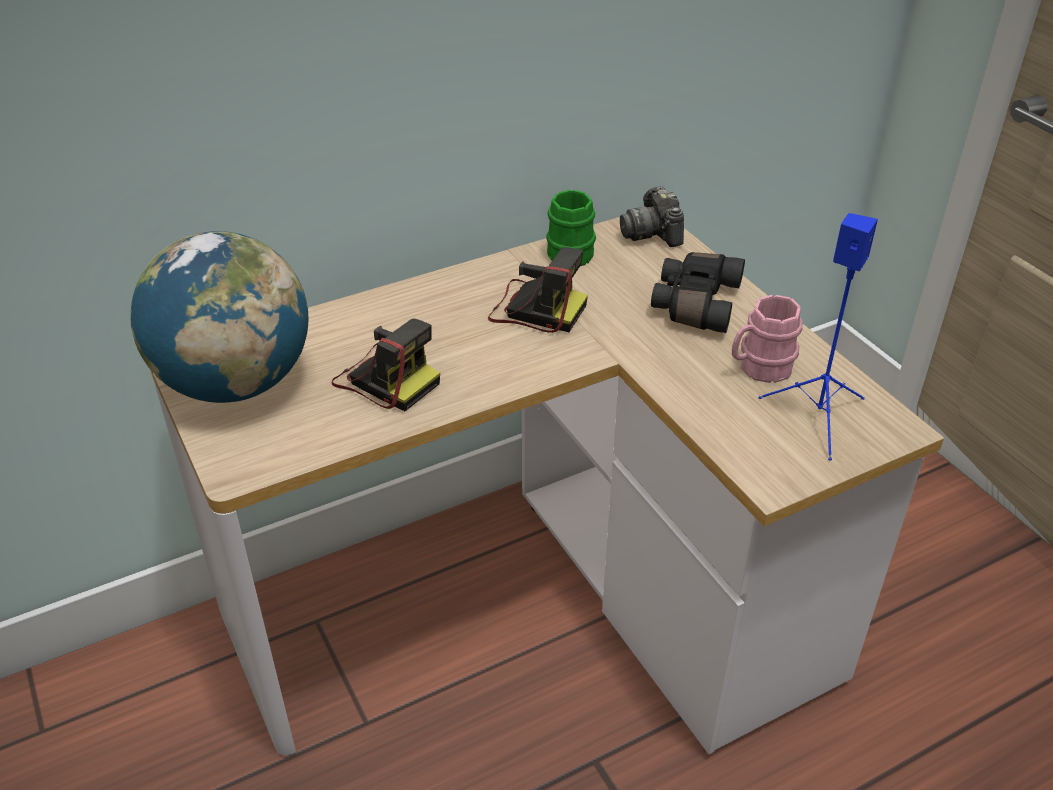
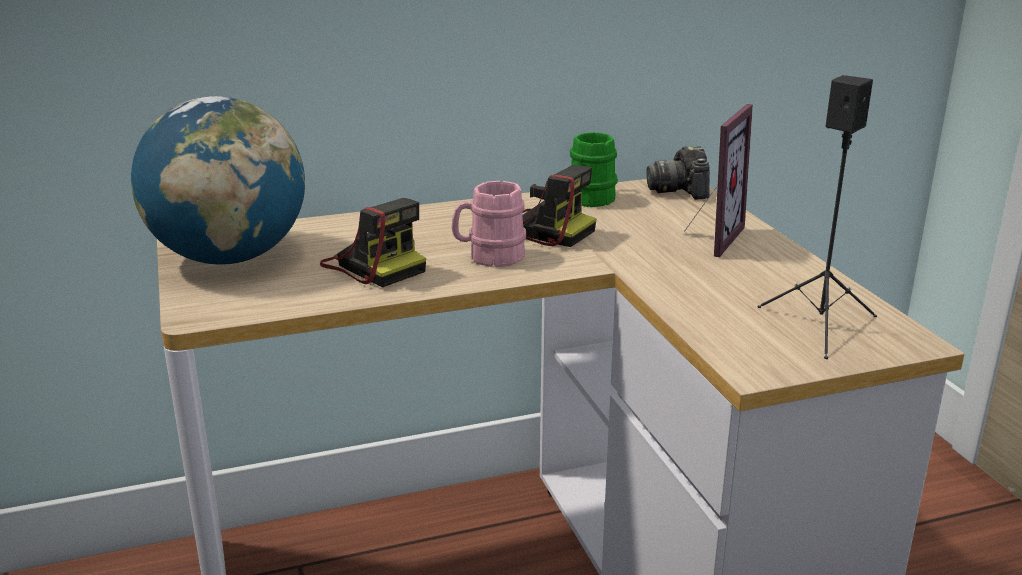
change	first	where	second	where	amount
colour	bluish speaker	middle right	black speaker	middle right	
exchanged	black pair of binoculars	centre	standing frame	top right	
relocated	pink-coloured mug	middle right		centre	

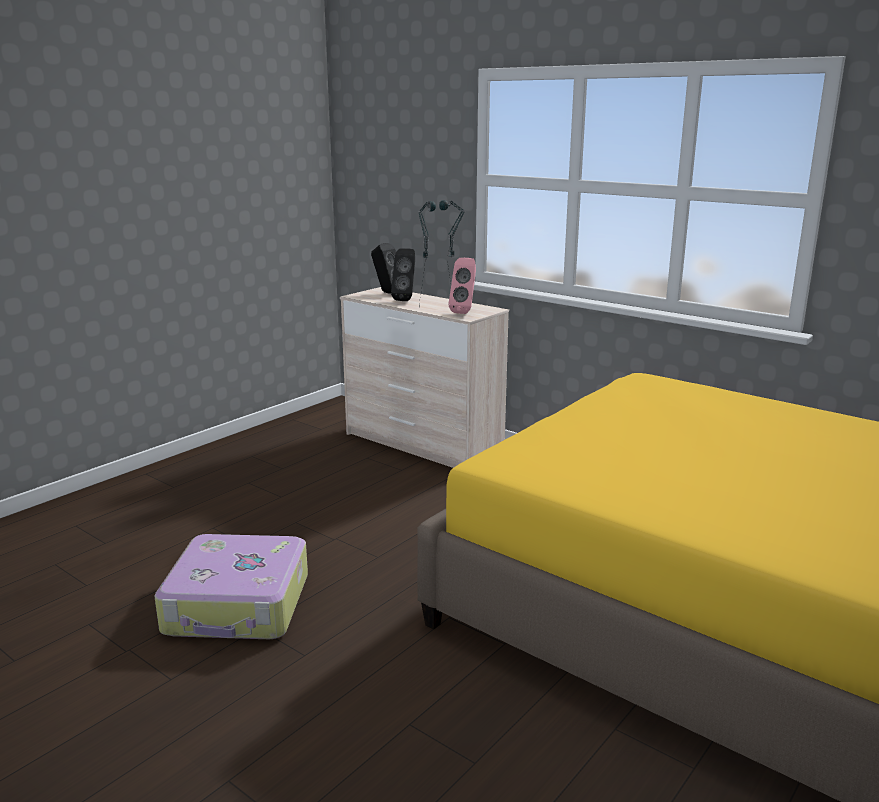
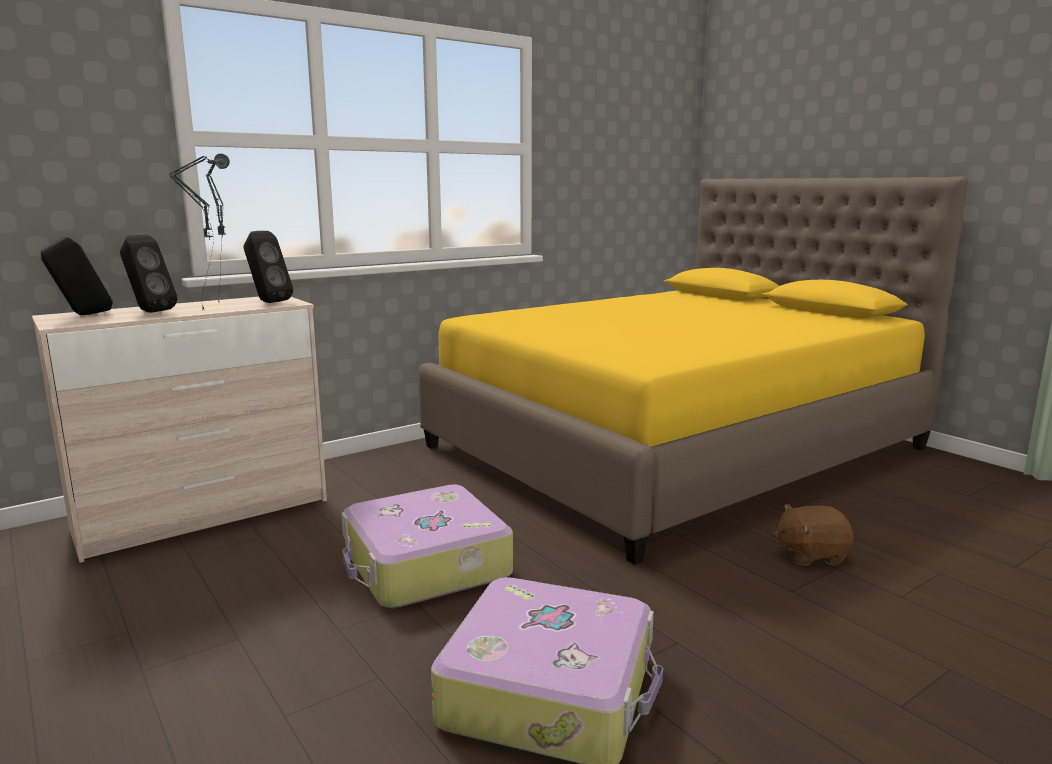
change	first	where	second	where	amount
colour	pink-coloured speaker	centre	black speaker (no. 3 from left)	middle left	
appeared			travel case (no. 1 from left)	bottom centre	
appeared			brown plush toy	bottom right	

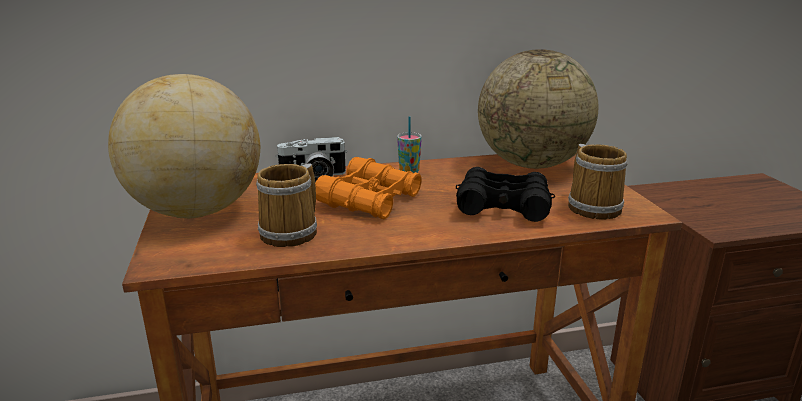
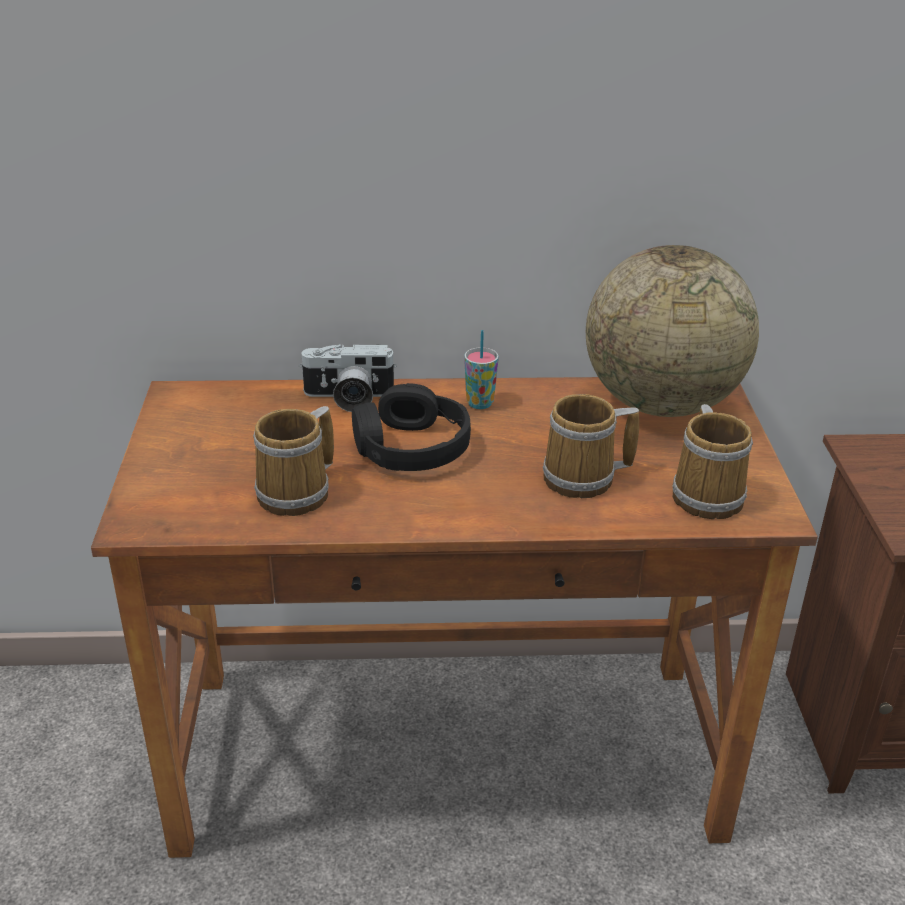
change	first	where	second	where	amount
missing	globe (no. 1 from left)	middle left			
exchanged	orangey pair of binoculars	centre	black headphones	centre	
exchanged	black pair of binoculars	centre	mug (no. 2 from left)	centre	

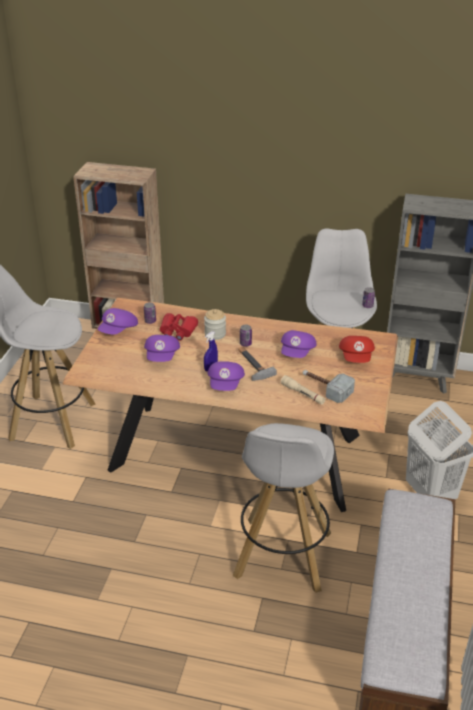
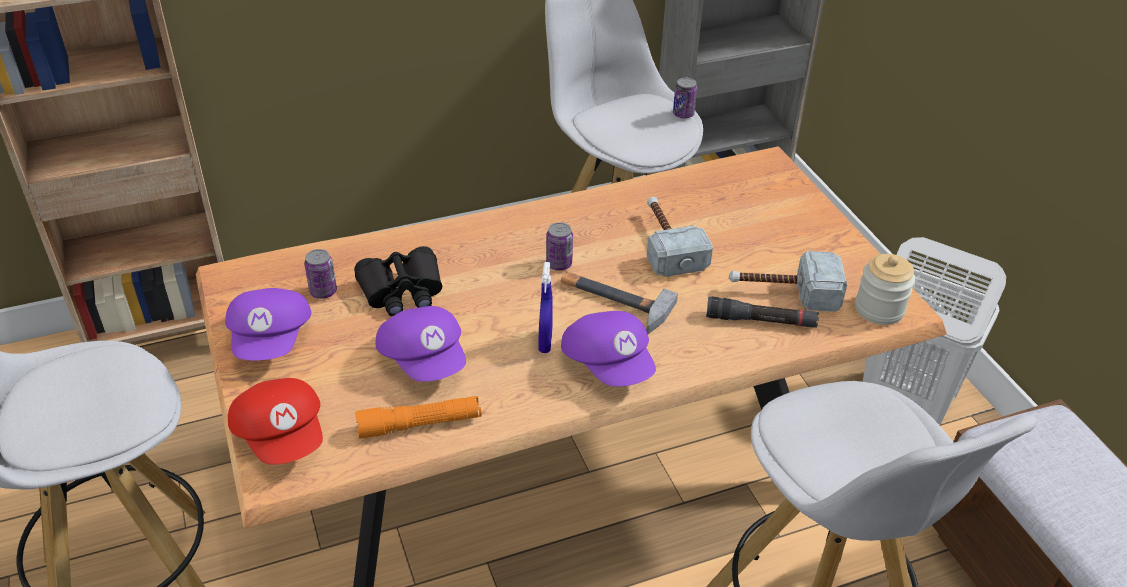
change	first	where	second	where	amount
relocated	jar	centre		middle right	
colour	reddish pair of binoculars	centre	black pair of binoculars	centre	
exchanged	purplish baseball cap (no. 4 from left)	centre	hand hammer (no. 2 from left)	centre	
relocated	reddish baseball cap	middle right		bottom left	
colour	beige hand torch	centre	black hand torch	middle right	
appeared			orangey hand torch	bottom centre	

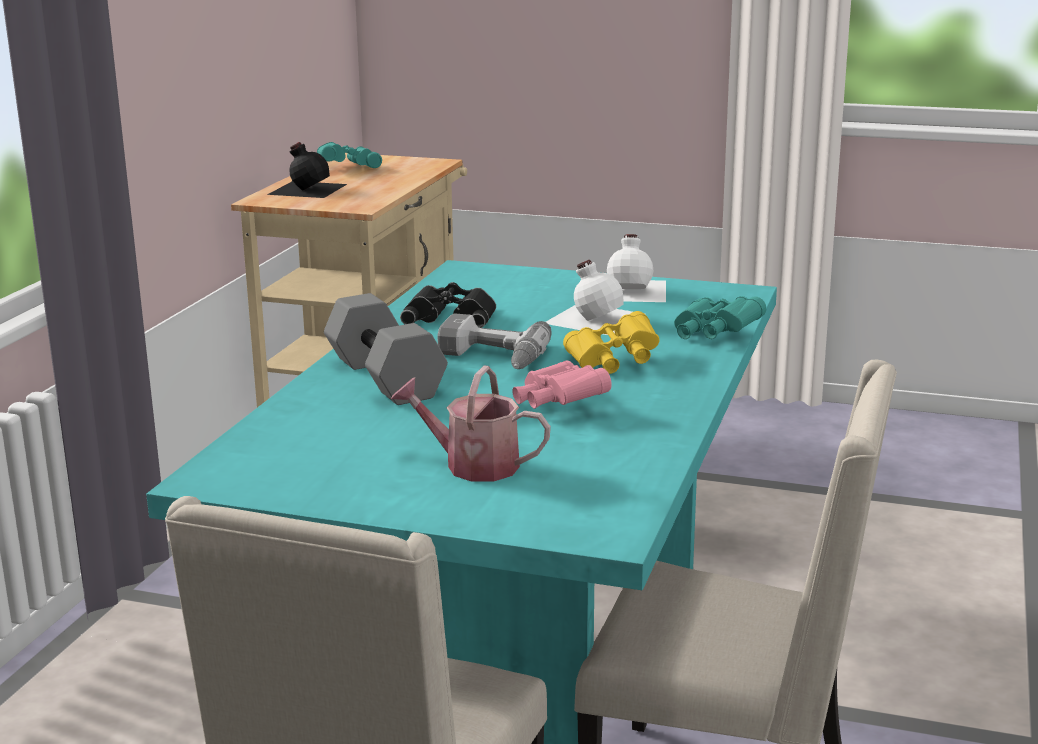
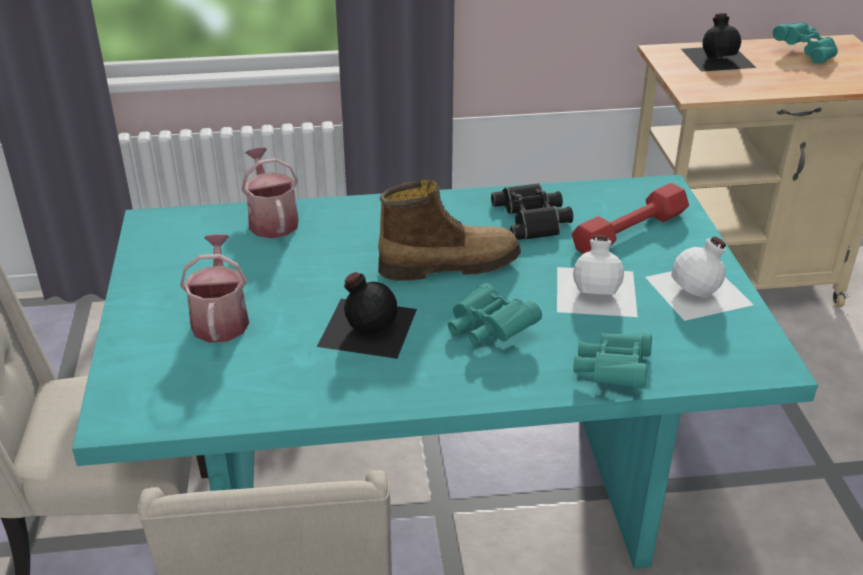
change	first	where	second	where	amount
missing	greyish hand weight	centre			
colour	yellowish pair of binoculars	centre	turquoise pair of binoculars (no. 1 from left)	centre	
exchanged	power drill	centre	boot	centre	
exchanged	pink-coloured pair of binoculars	centre	black bottle (no. 1 from left)	centre	
appeared			sprinkling can (no. 2 from left)	middle left	
appeared			reddish hand weight	middle right	

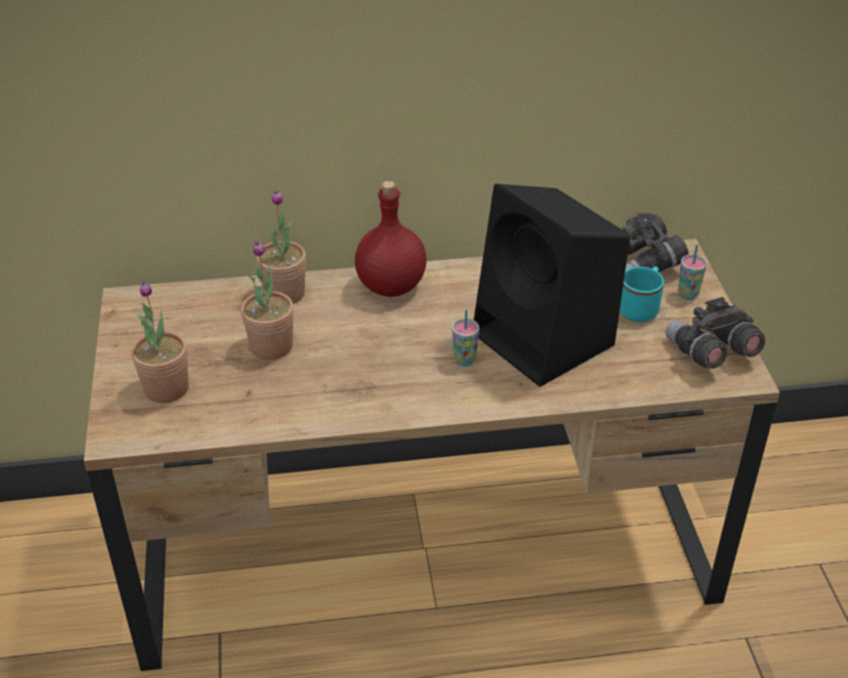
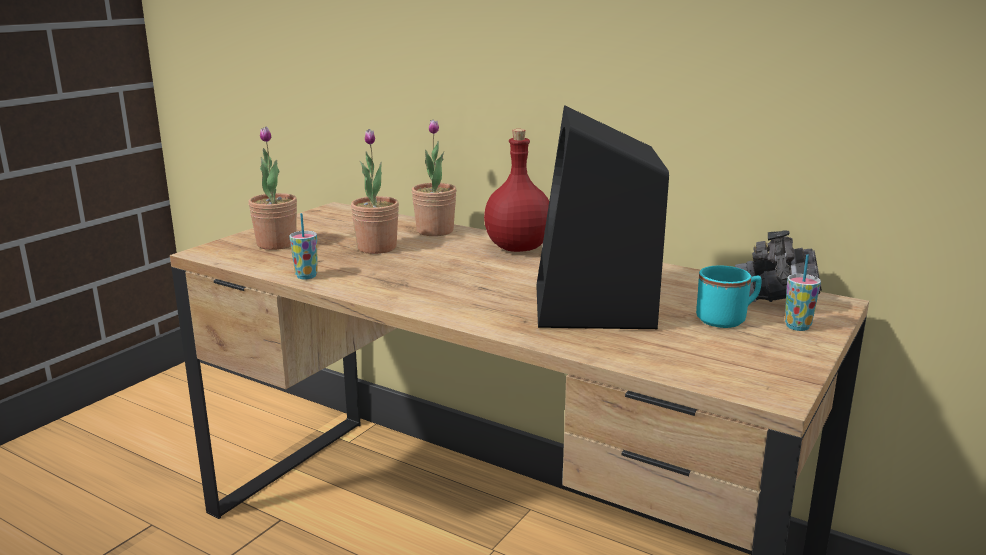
change	first	where	second	where	amount
missing	greyish pair of binoculars (no. 2 from left)	middle right			
relocated	drinking cup (no. 1 from left)	centre		middle left	

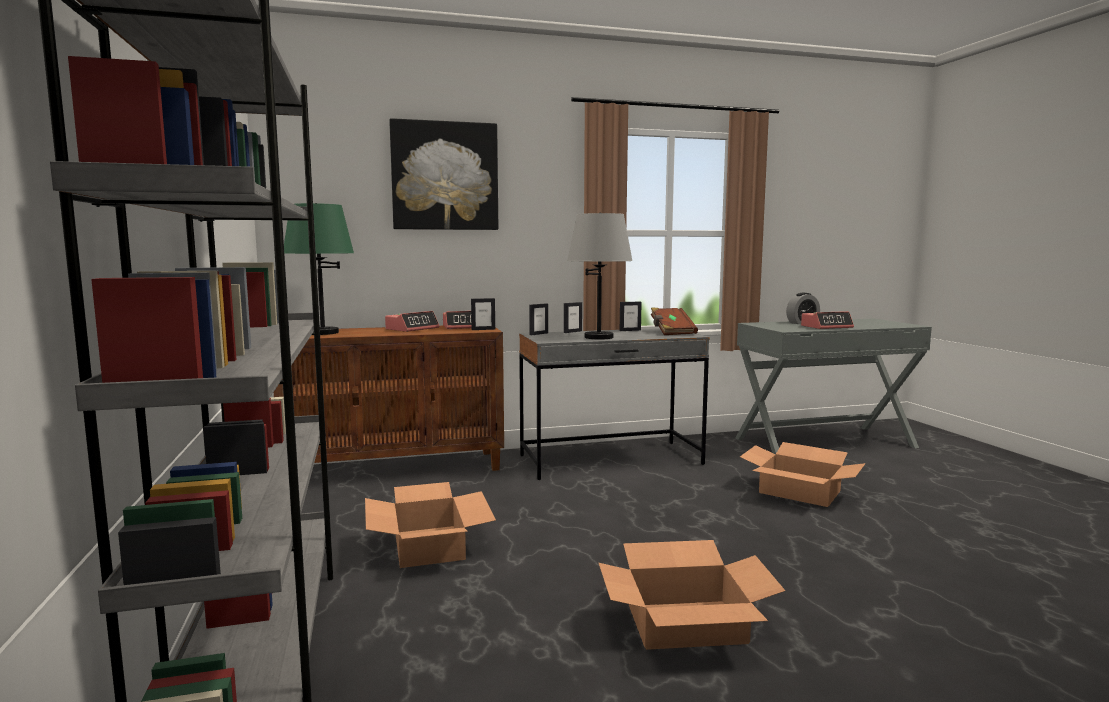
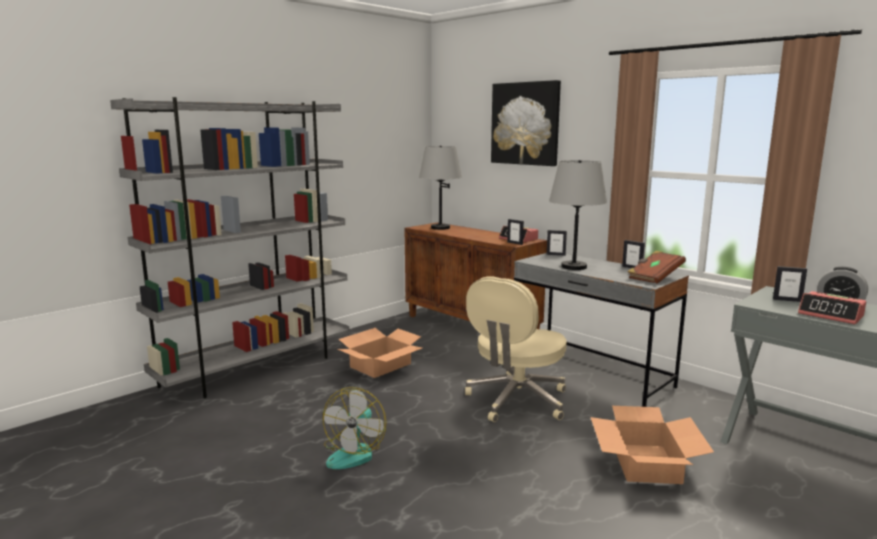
change	first	where	second	where	amount
colour	green tabletop lamp	middle left	greyish tabletop lamp (no. 1 from left)	centre	
relocated	standing frame (no. 3 from left in the first image)	centre	standing frame (no. 4 from left)	middle right	
missing	bedside clock (no. 1 from left)	centre			
exchanged	carton (no. 2 from left)	bottom centre	cooling fan	bottom centre	
appeared			beige office chair	centre	

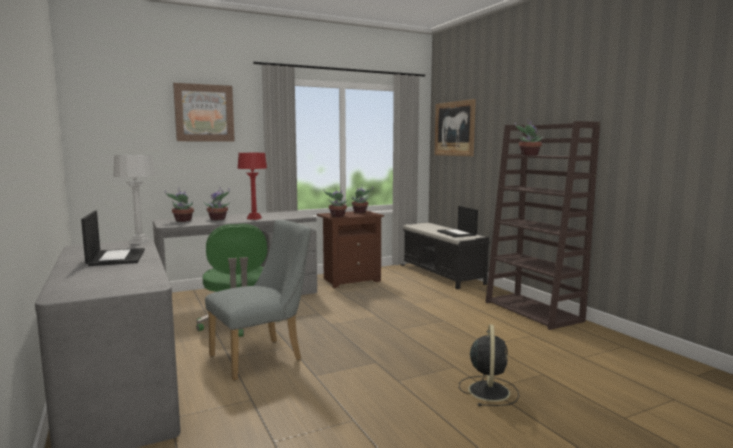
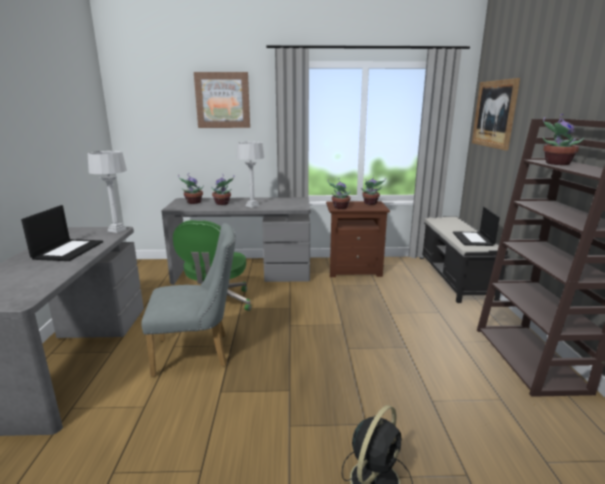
change	first	where	second	where	amount
colour	reddish tabletop lamp	centre	greyish tabletop lamp (no. 2 from left)	centre	

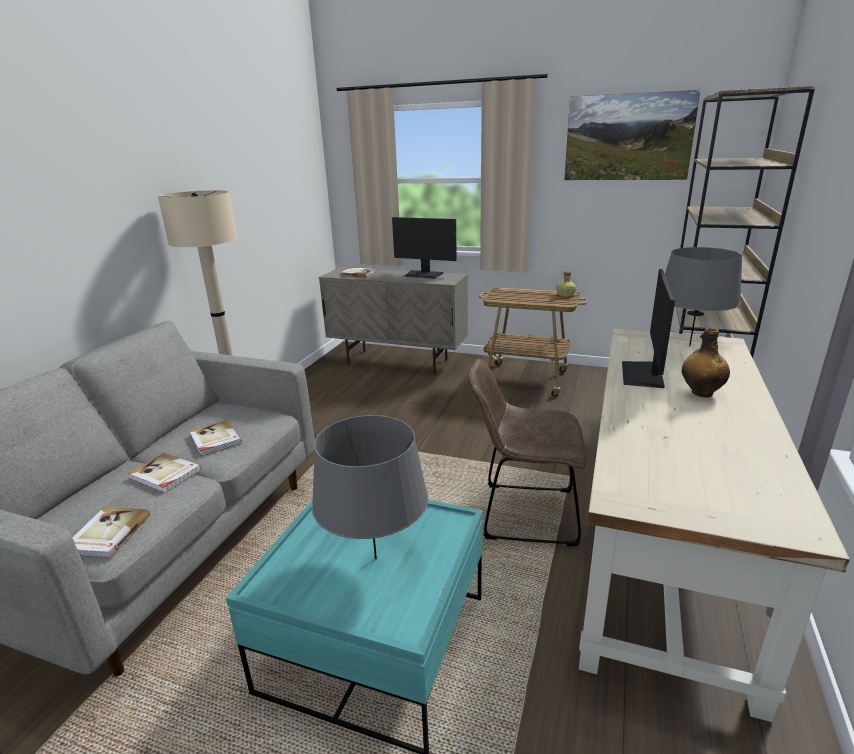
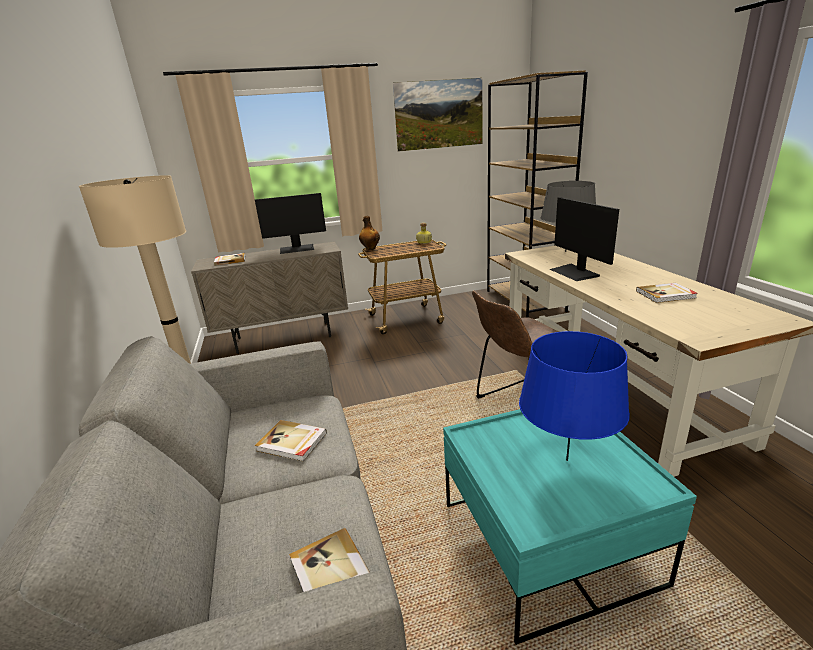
change	first	where	second	where	amount
relocated	bottle (no. 2 from left in the first image)	middle right	bottle (no. 1 from left)	centre	
colour	greyish tabletop lamp (no. 1 from left)	centre	bluish tabletop lamp	middle right	
relocated	volume (no. 2 from left in the first image)	middle left	volume (no. 4 from left)	middle right	

